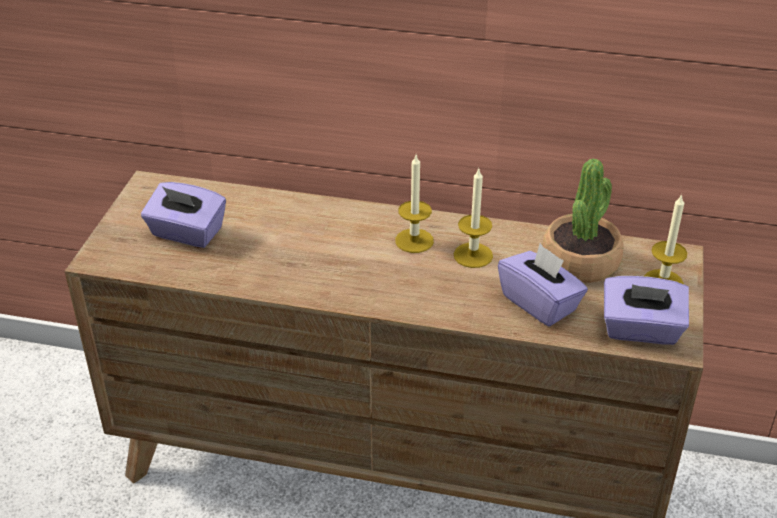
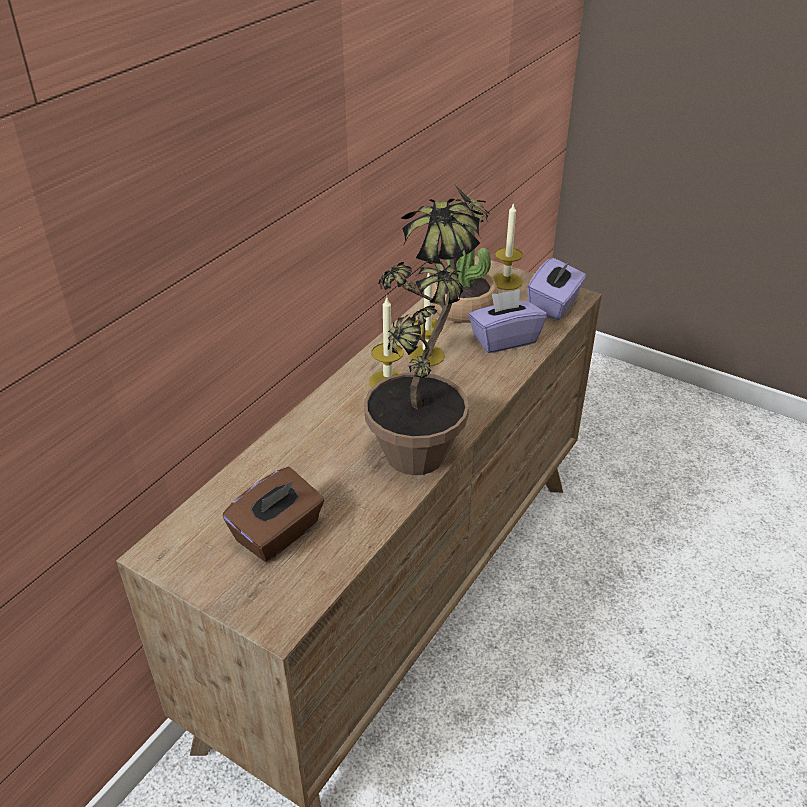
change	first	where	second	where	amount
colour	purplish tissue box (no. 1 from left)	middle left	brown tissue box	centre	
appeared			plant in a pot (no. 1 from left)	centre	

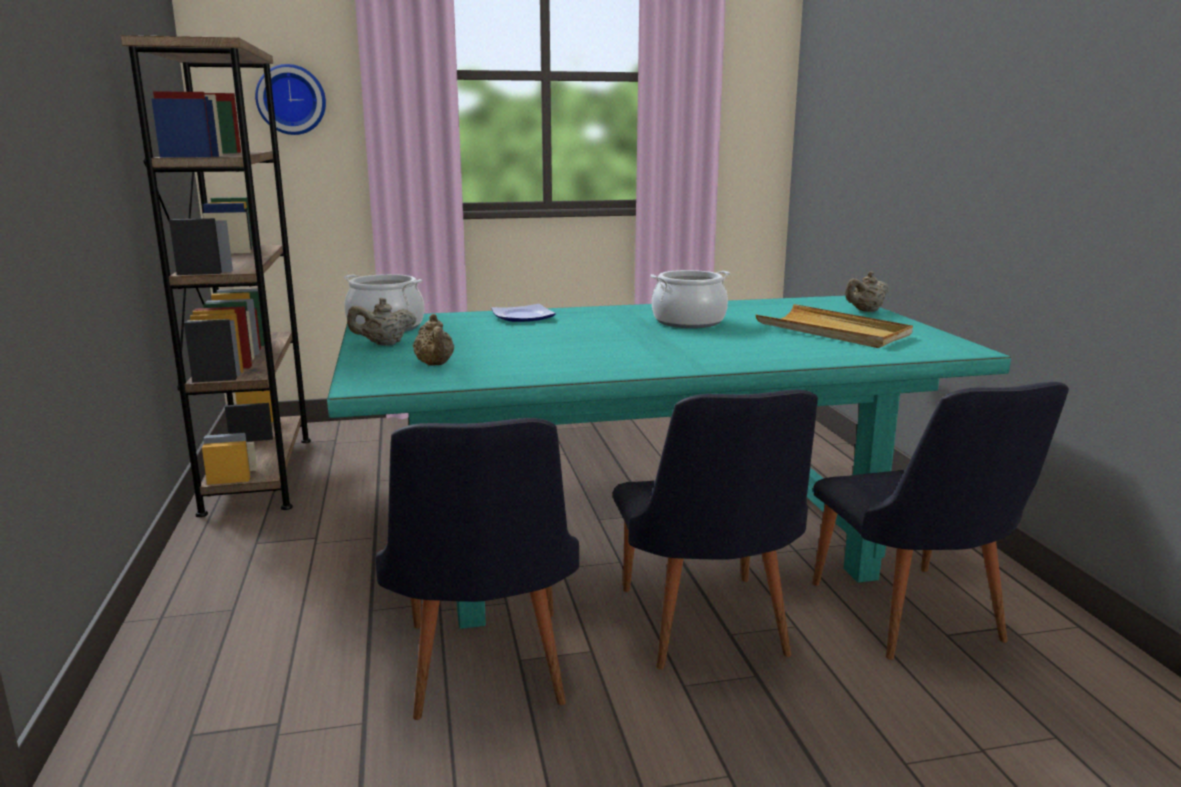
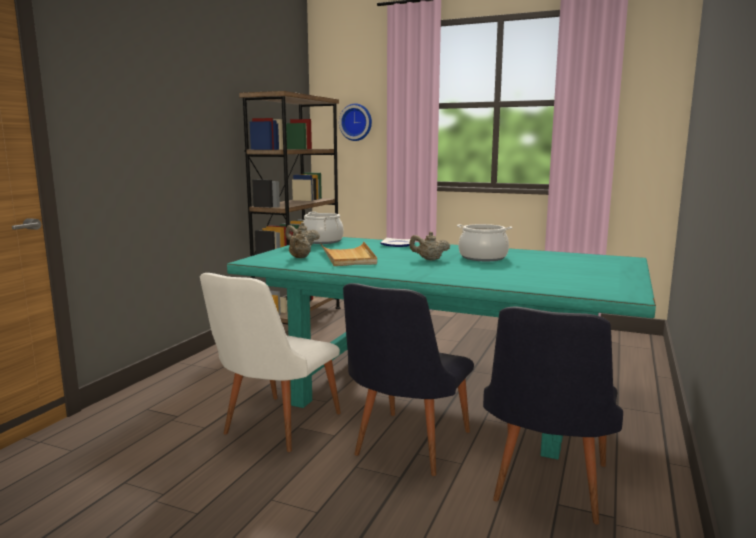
change	first	where	second	where	amount
relocated	beige tea pot (no. 3 from left)	middle right		centre	
relocated	beige carrying tray	middle right		centre	
colour	black plain chair (no. 1 from left)	bottom centre	whitish plain chair	bottom centre	

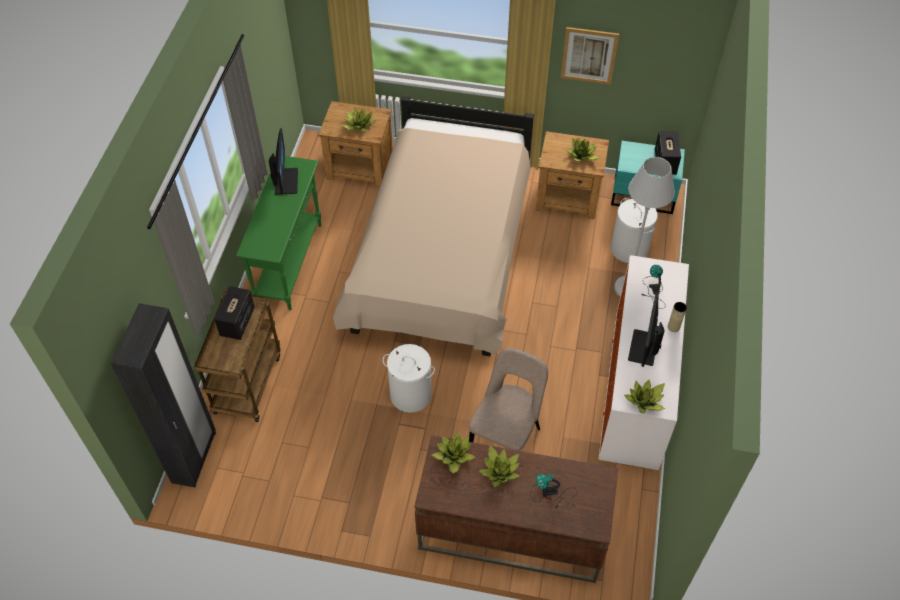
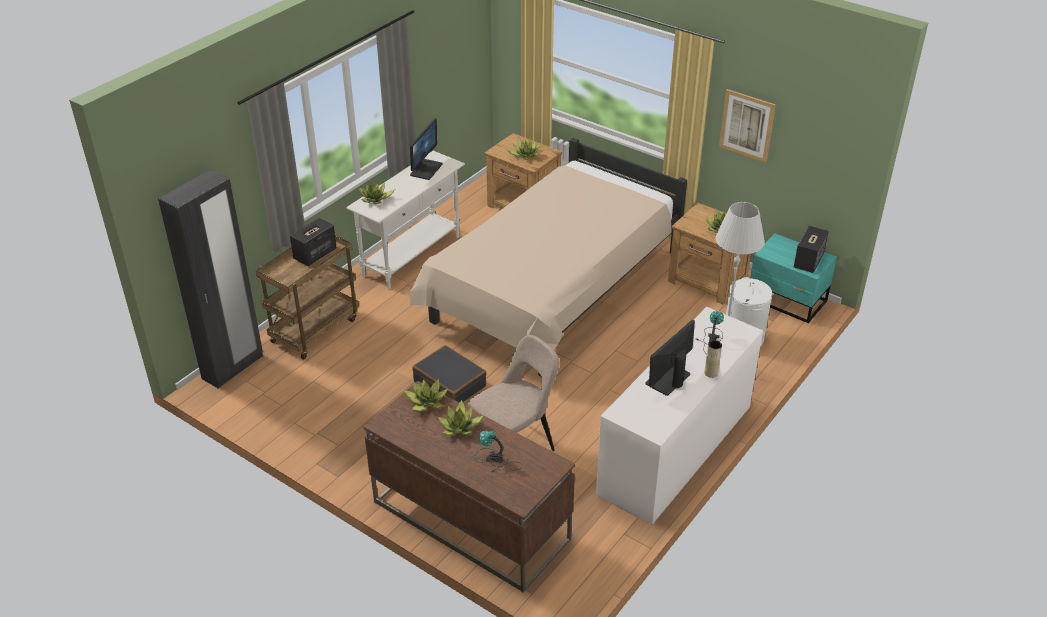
change	first	where	second	where	amount
colour	green hall table	middle left	whitish hall table	centre	
exchanged	whitish washing basket (no. 1 from left)	centre	black travel case	centre	
relocated	plant in a pot (no. 5 from left in the first image)	middle right	plant in a pot (no. 1 from left)	top centre	

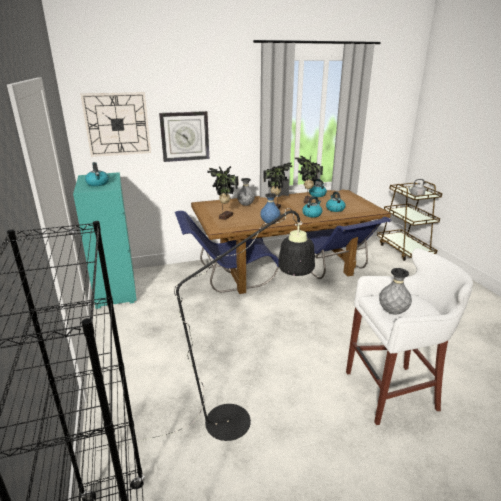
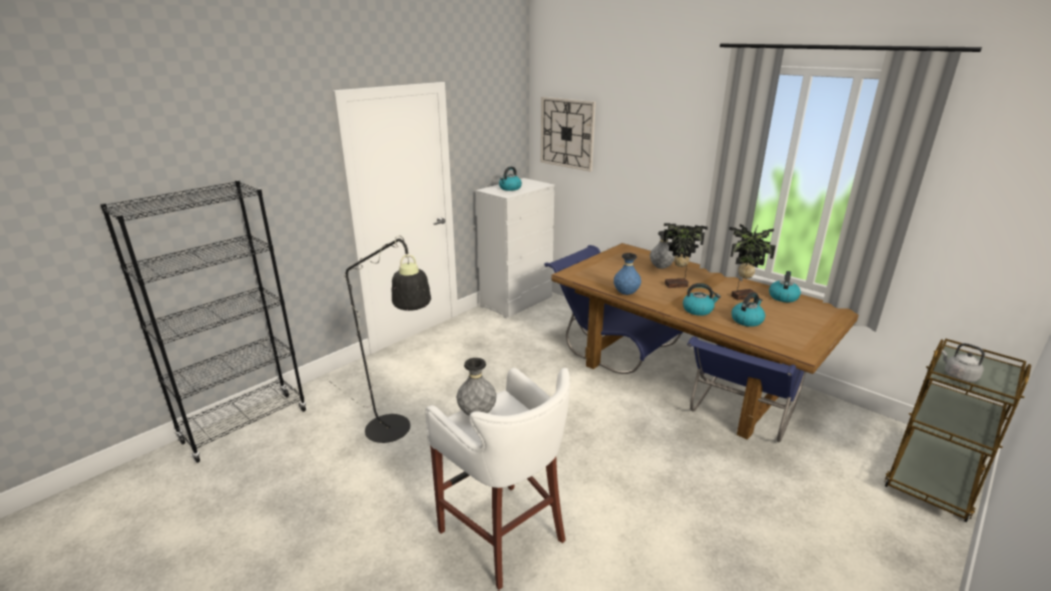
change	first	where	second	where	amount
missing	hanging clock (no. 2 from left)	top centre			
missing	plant in a pot (no. 1 from left)	centre			
colour	turquoise drawer chest	middle left	whitish drawer chest	centre	

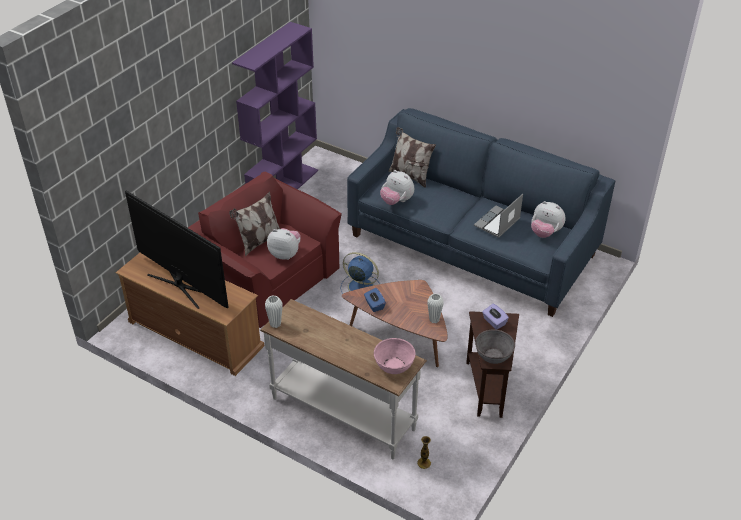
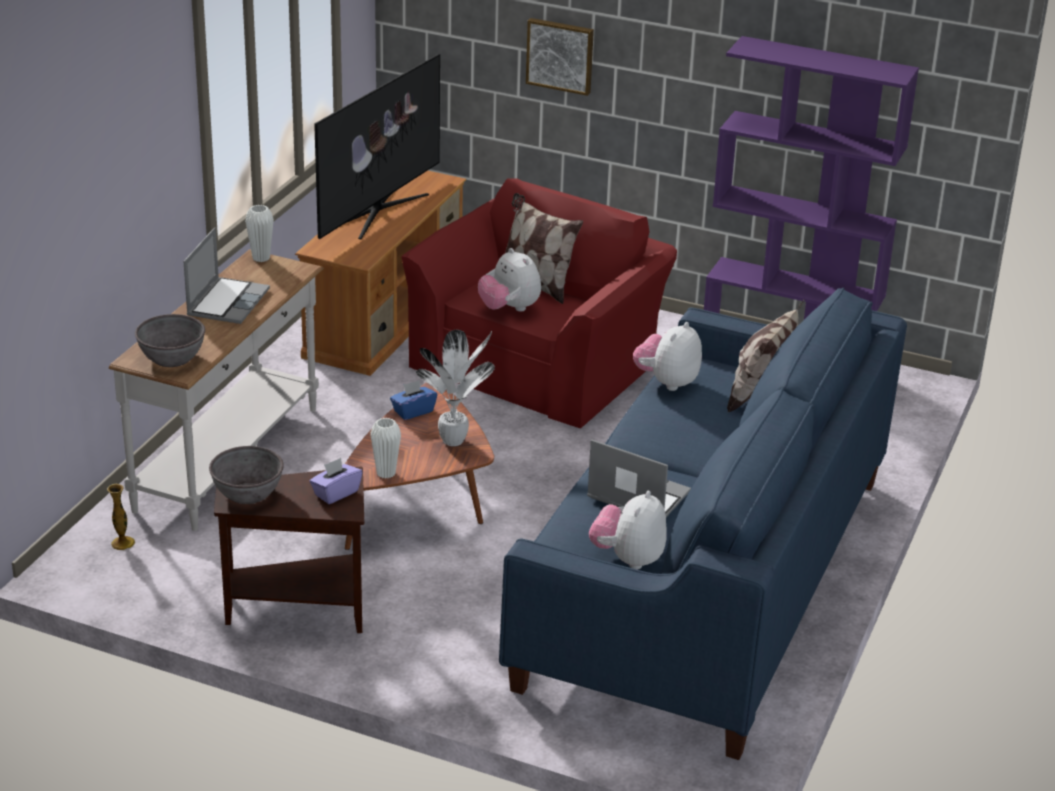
change	first	where	second	where	amount
spun	plush toy (no. 1 from left)	centre		centre	135 degrees clockwise
missing	bluish cooling fan	centre			
colour	pink-coloured bowl	bottom centre	greyish bowl (no. 1 from left)	middle left	
appeared			wall art	top centre	
appeared			notebook computer (no. 1 from left)	middle left	
appeared			plant in a pot	centre	

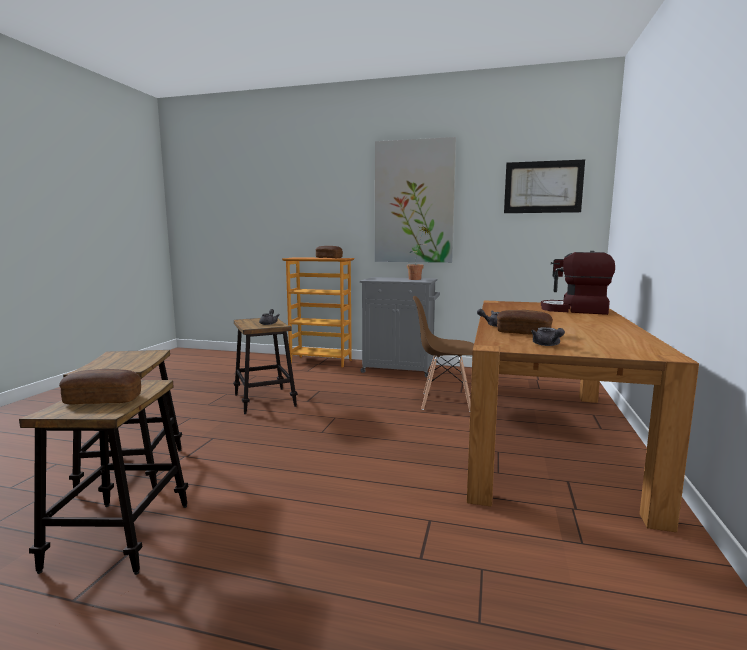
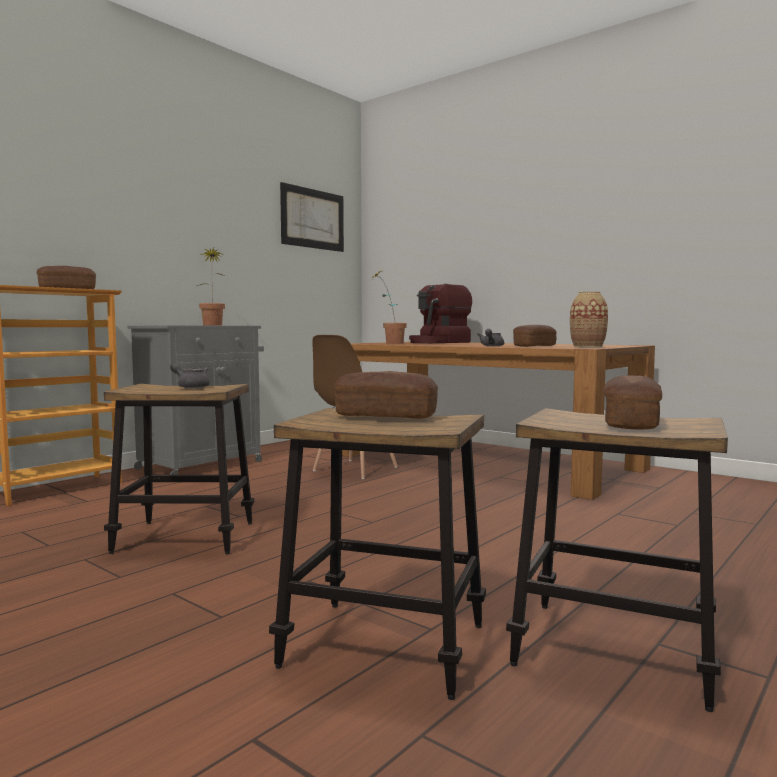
change	first	where	second	where	amount
missing	wall art (no. 1 from left)	top centre			
exchanged	greyish tea pot (no. 3 from left)	middle right	vase	middle right	
appeared			plant in a pot (no. 2 from left)	centre	
appeared			baked bread (no. 2 from left)	centre	

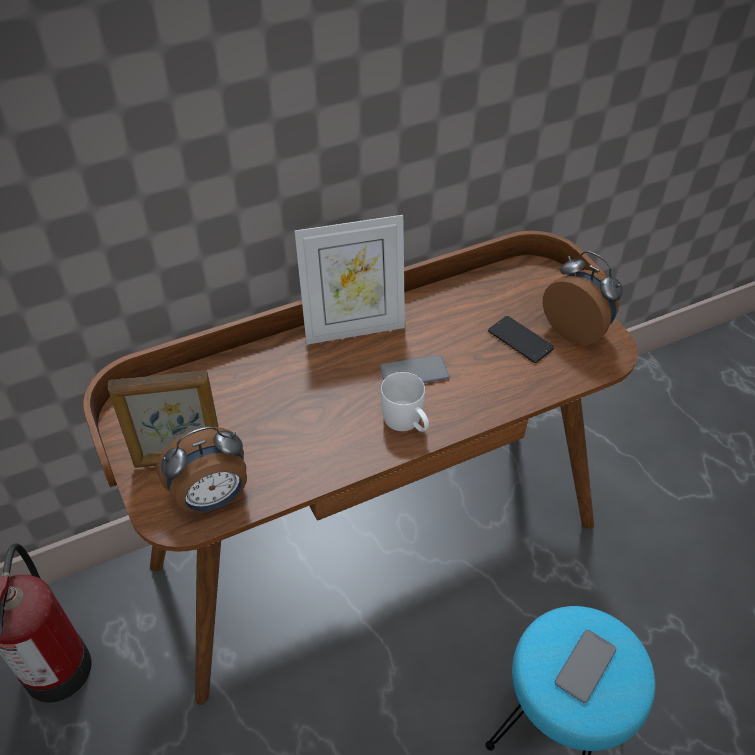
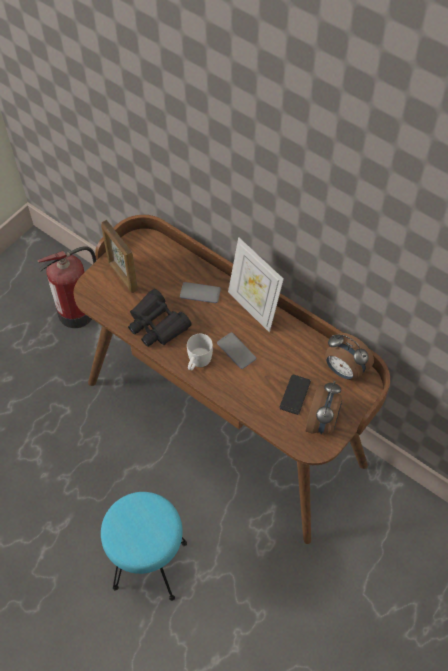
change	first	where	second	where	amount
relocated	bedside clock (no. 1 from left in the first image)	middle left	bedside clock (no. 2 from left)	middle right	
relocated	telephone (no. 3 from left in the first image)	bottom right	telephone (no. 1 from left)	centre	
appeared			black pair of binoculars	centre	

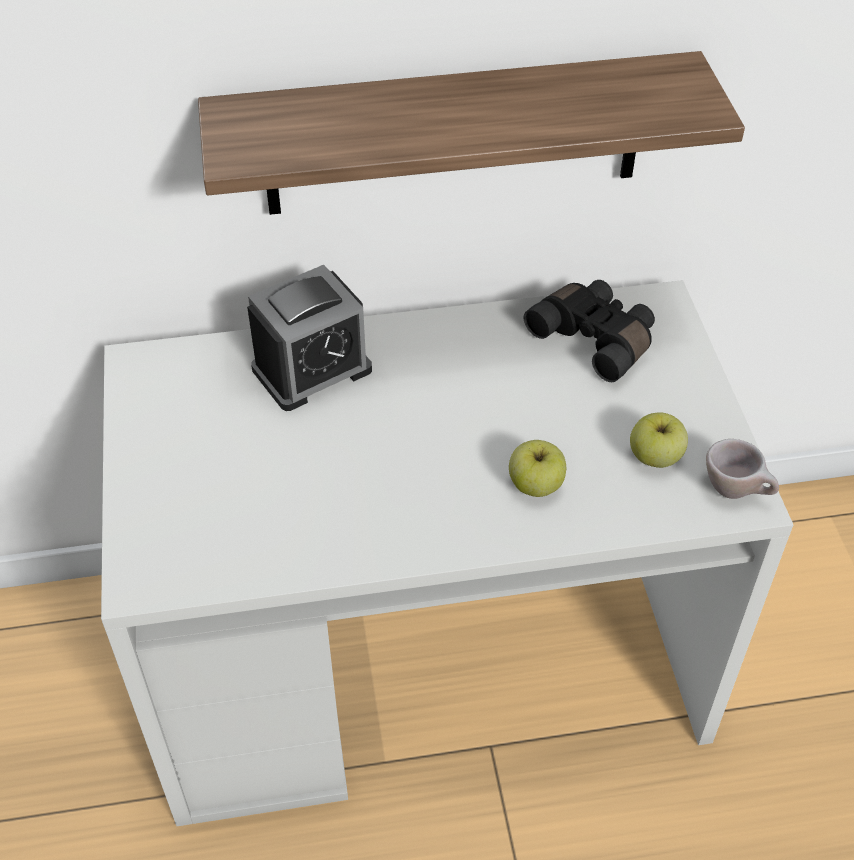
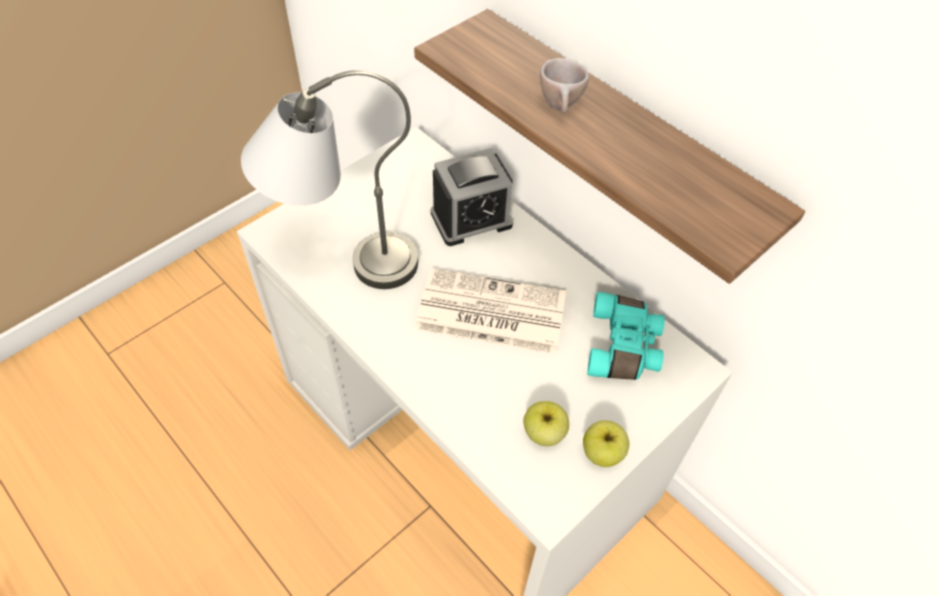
change	first	where	second	where	amount
spun	bedside clock	centre		top centre	45 degrees counterclockwise
colour	black pair of binoculars	middle right	turquoise pair of binoculars	centre	
relocated	beige drinking cup	middle right		top centre	
relocated	apple fruit (no. 1 from left in the first image)	centre	apple fruit (no. 2 from left)	bottom centre	
appeared			greyish tabletop lamp	top centre	
appeared			daily paper	centre	

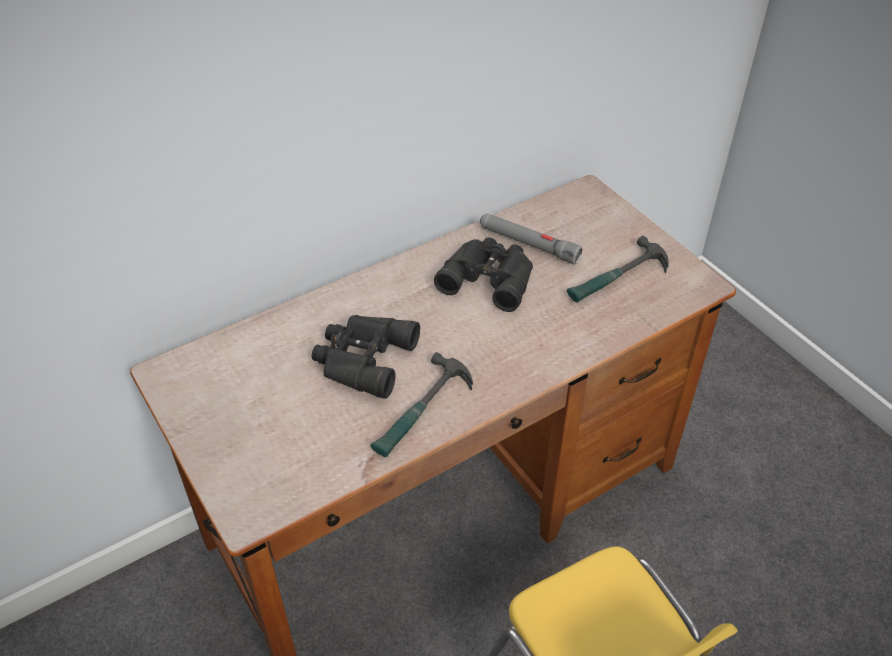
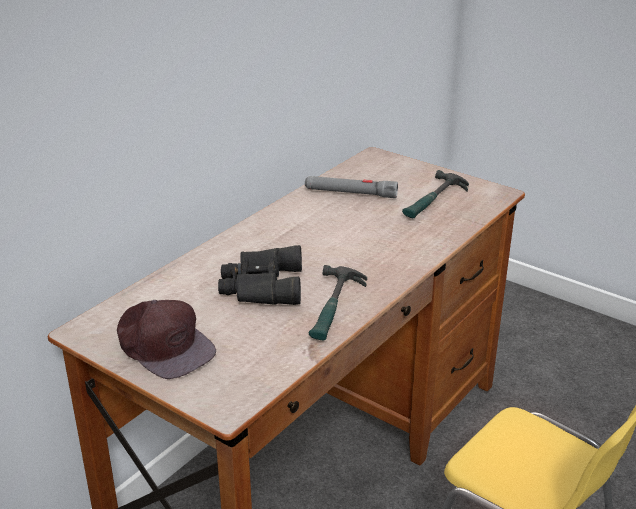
change	first	where	second	where	amount
missing	black pair of binoculars (no. 2 from left)	centre			
appeared			brown baseball cap	middle left	

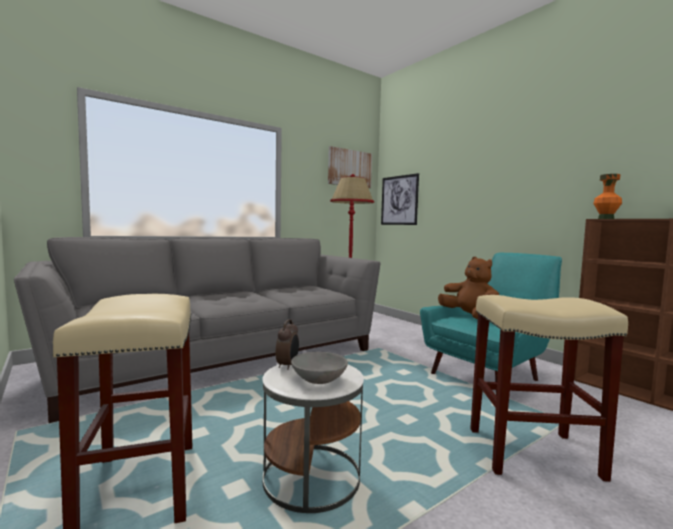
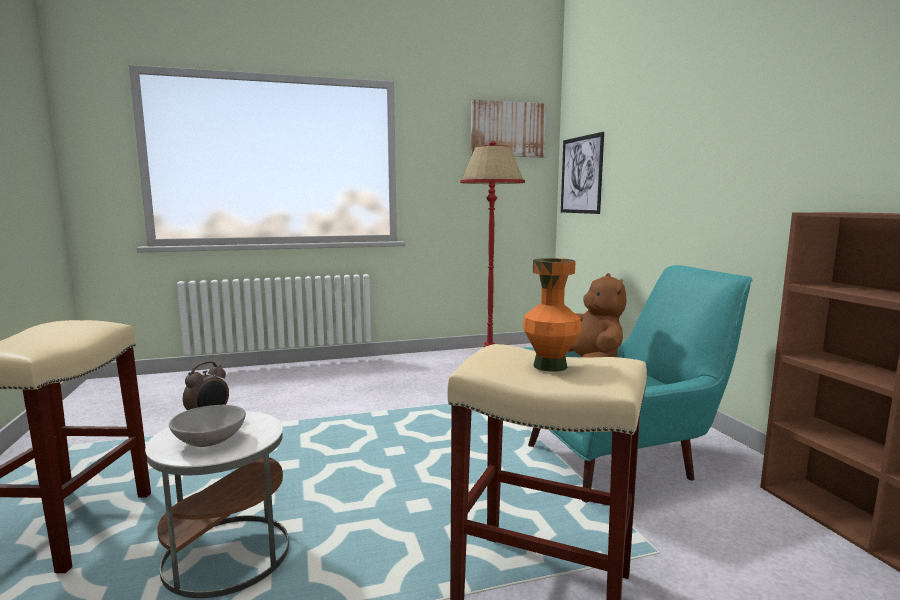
change	first	where	second	where	amount
relocated	orangey vase	middle right		centre	
missing	greyish couch	middle left			

